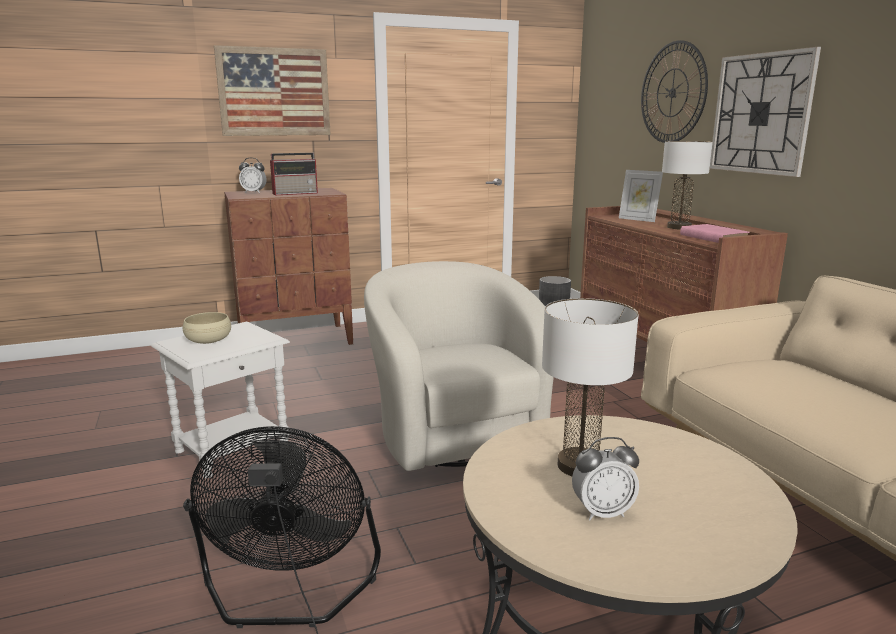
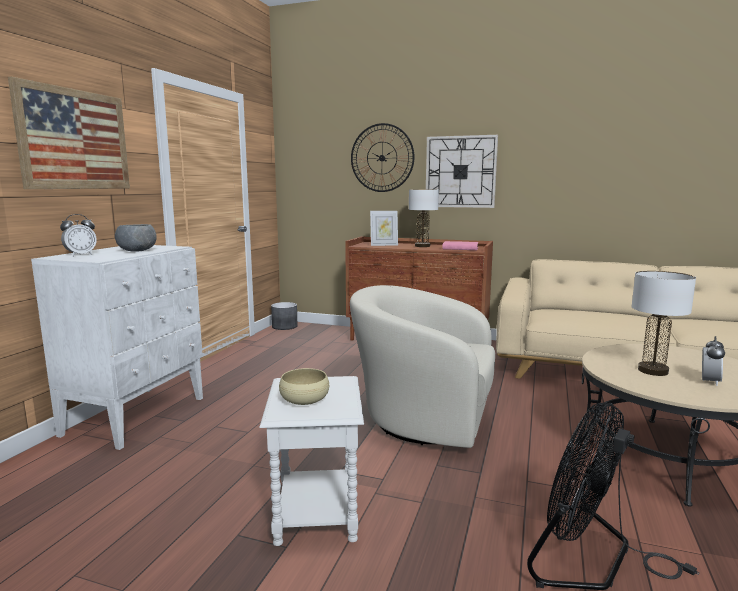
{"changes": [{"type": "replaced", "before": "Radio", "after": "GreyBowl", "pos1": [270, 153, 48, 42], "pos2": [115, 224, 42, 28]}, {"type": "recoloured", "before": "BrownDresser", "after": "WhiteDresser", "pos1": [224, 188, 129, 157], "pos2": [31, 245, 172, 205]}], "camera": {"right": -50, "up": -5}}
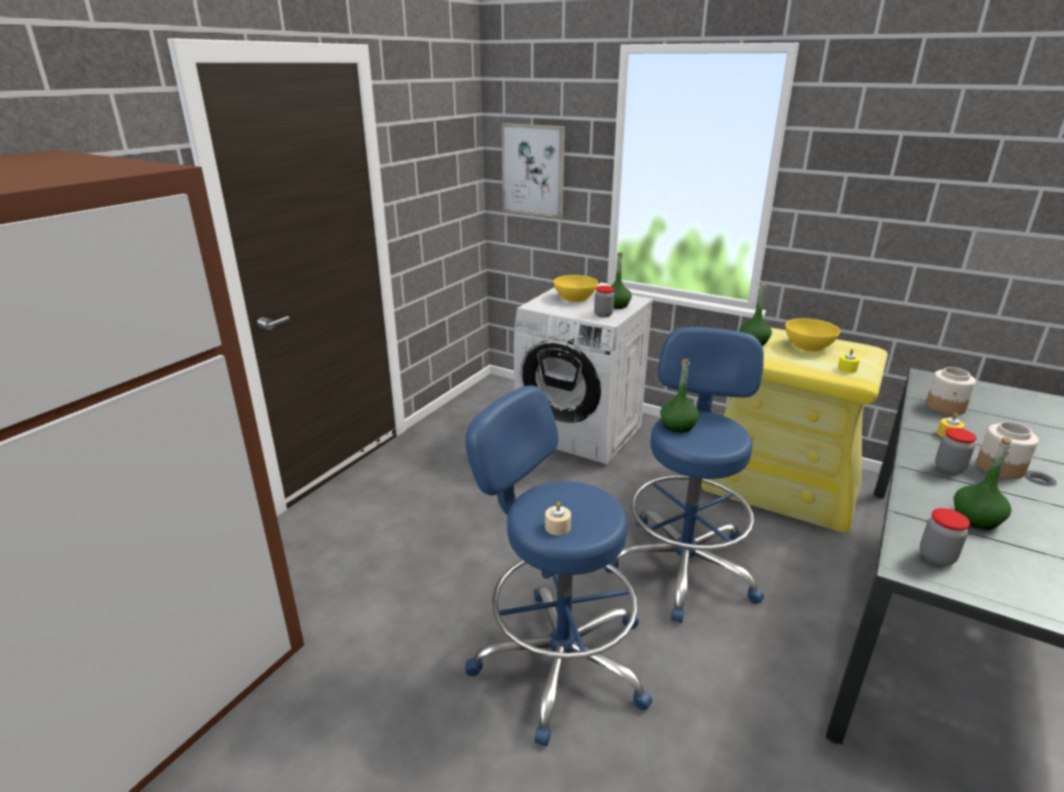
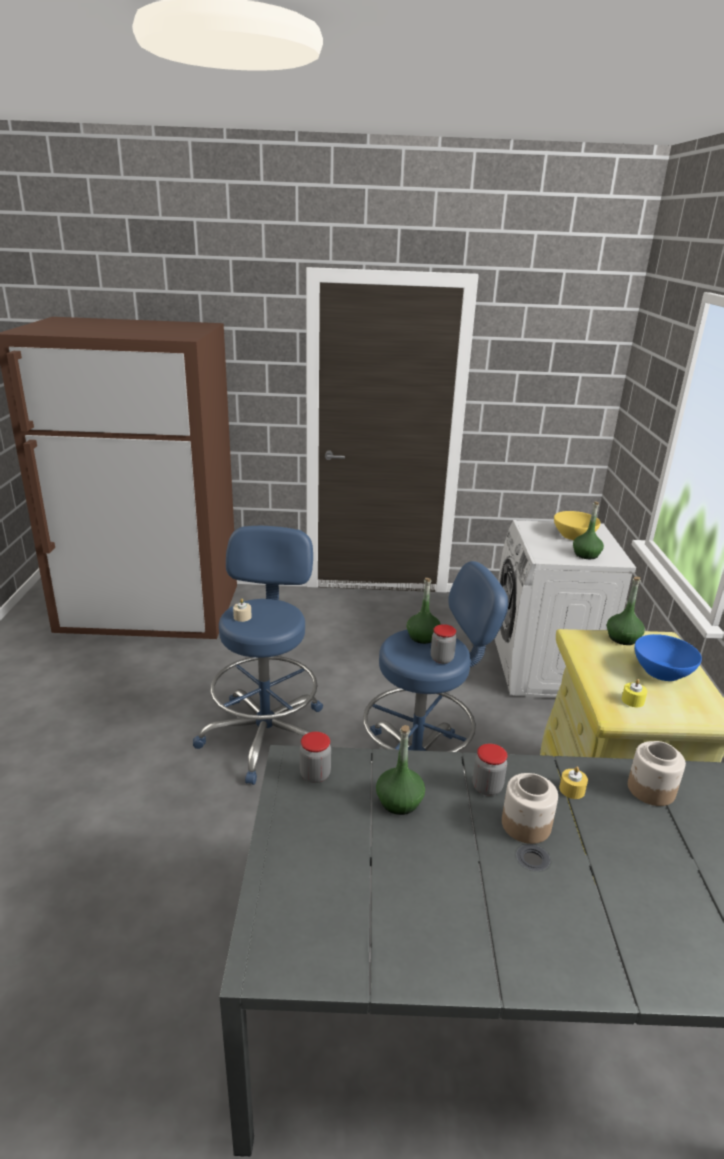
{"changes": [{"type": "removed", "before": "Picture", "pos1": [501, 123, 64, 95]}, {"type": "moved", "before": "Jar", "pos1": [594, 286, 20, 31], "pos2": [431, 624, 25, 40]}, {"type": "recoloured", "before": "YellowBowl", "after": "BlueBowl", "pos1": [785, 318, 55, 33], "pos2": [635, 634, 67, 47]}], "camera": {"right": 60, "up": 0}}
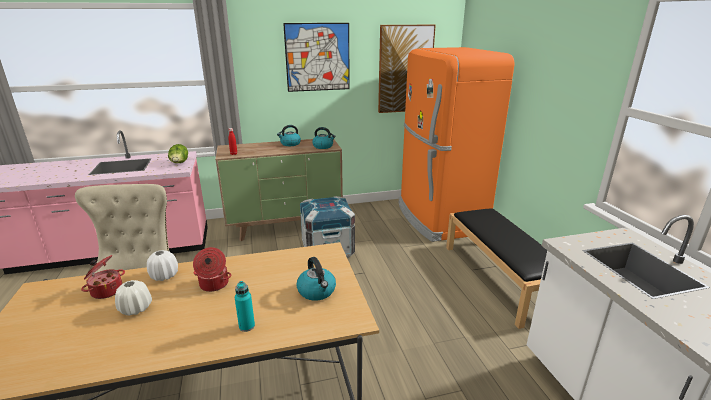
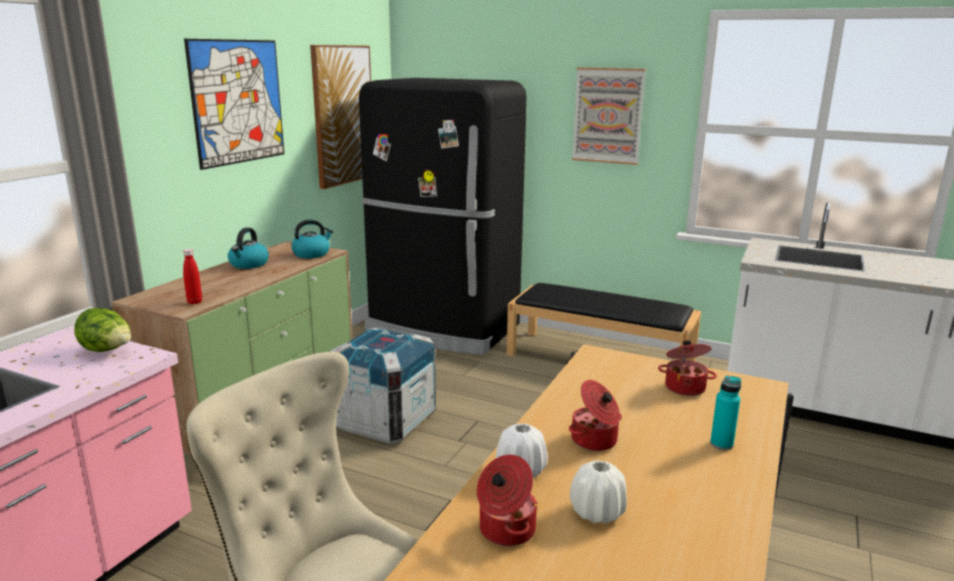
{"changes": [{"type": "added", "after": "Picture", "pos2": [572, 67, 74, 98]}, {"type": "replaced", "before": "Kettle", "after": "CookingPot", "pos1": [297, 257, 39, 44], "pos2": [658, 340, 59, 56]}, {"type": "recoloured", "before": "OrangeFridge", "after": "BlackFridge", "pos1": [399, 47, 115, 195], "pos2": [359, 78, 167, 277]}], "camera": {"right": -50, "up": -5}}
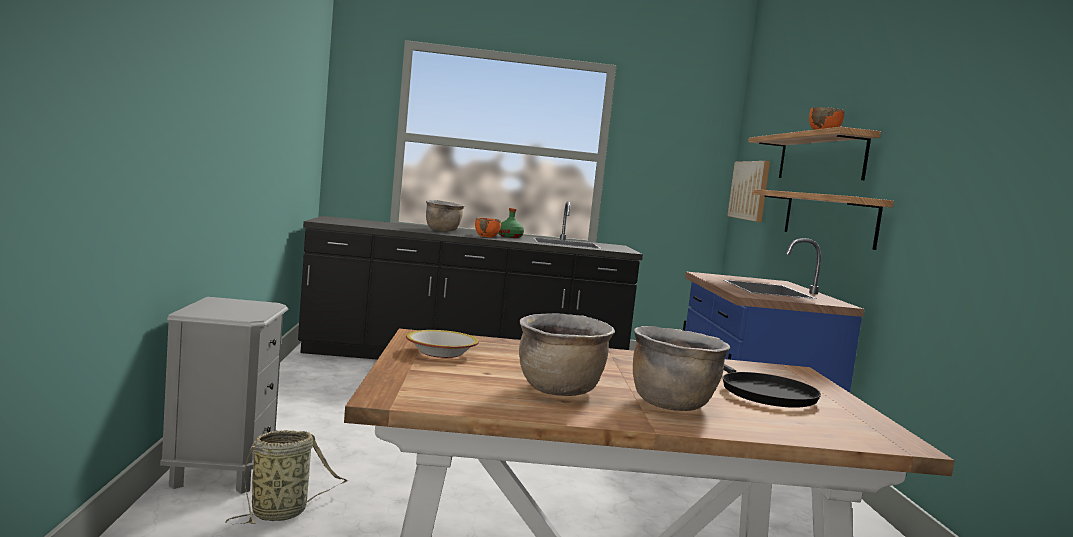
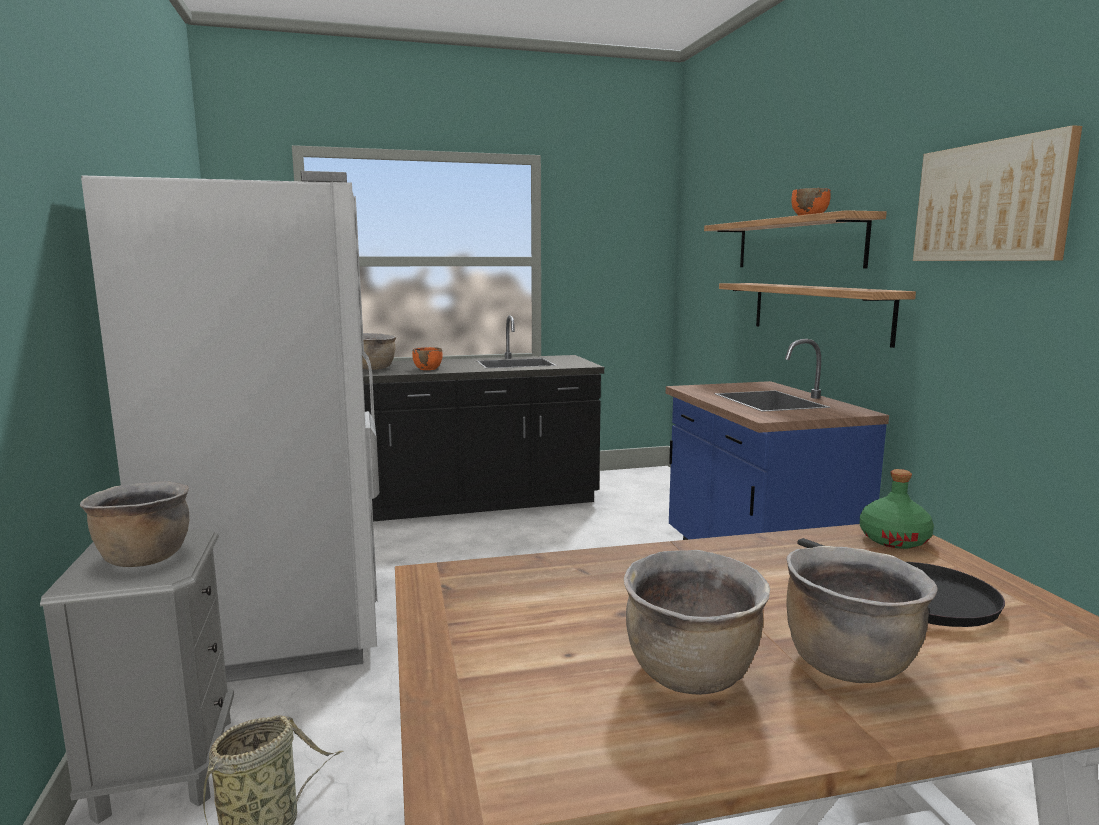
{"changes": [{"type": "removed", "before": "Bowl", "pos1": [406, 330, 73, 28]}, {"type": "added", "after": "BrownCookingPot", "pos2": [80, 481, 109, 86]}, {"type": "added", "after": "WhiteFridge", "pos2": [81, 171, 298, 512]}, {"type": "moved", "before": "GreenBottle", "pos1": [498, 208, 26, 30], "pos2": [860, 469, 74, 80]}, {"type": "moved", "before": "Picture", "pos1": [727, 161, 43, 61], "pos2": [913, 125, 169, 136]}], "camera": {"right": -10, "up": 5}}
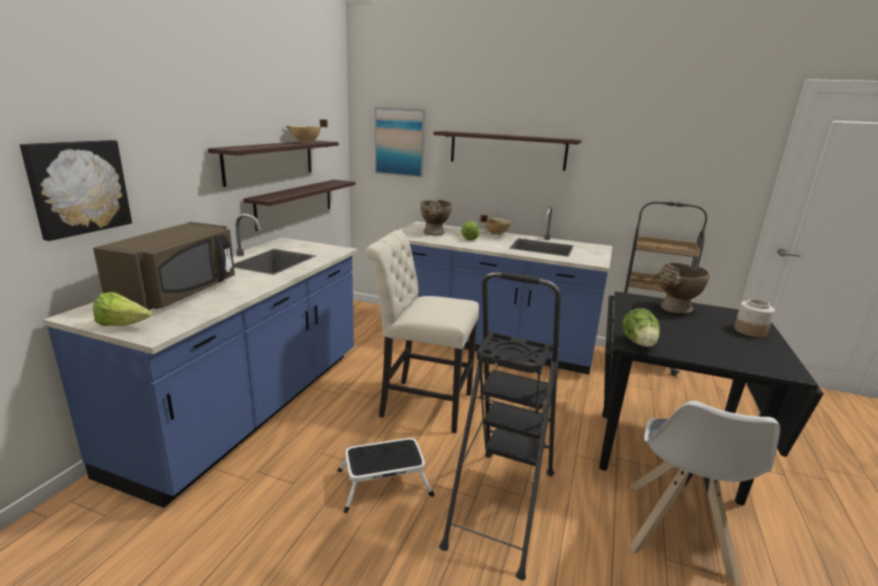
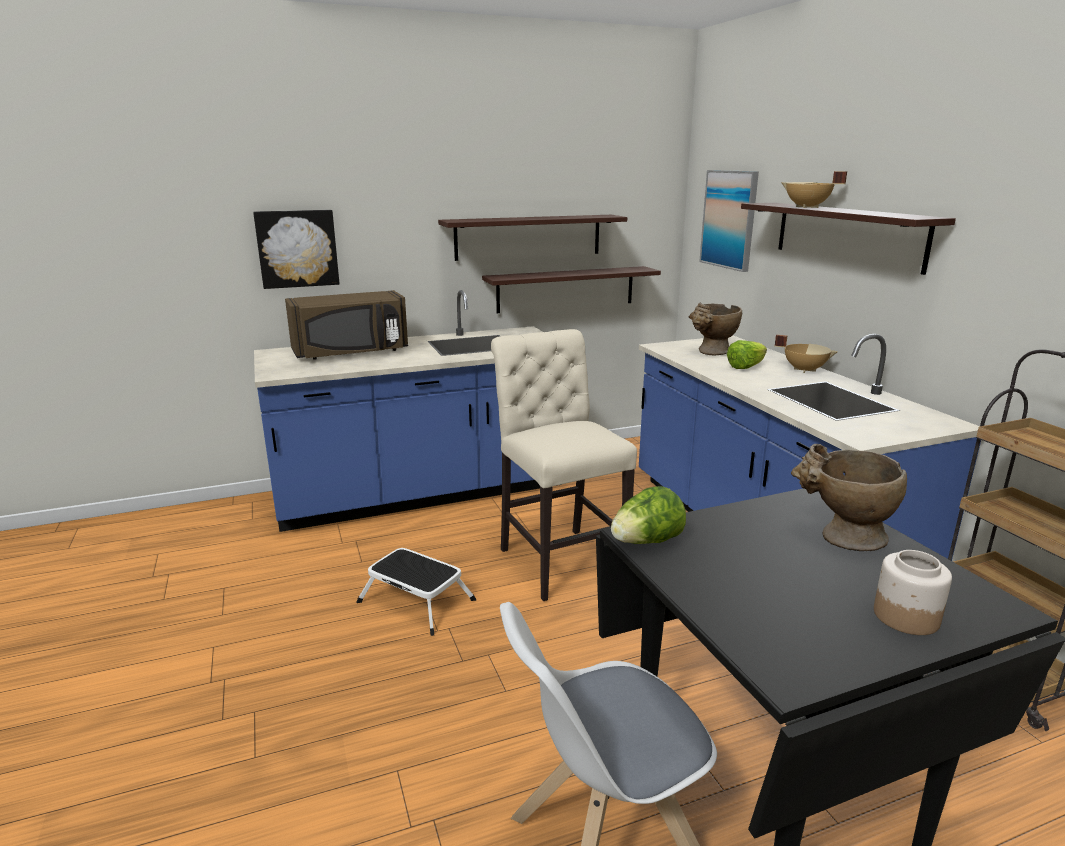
{"changes": [{"type": "removed", "before": "Lettuce", "pos1": [93, 292, 59, 34]}, {"type": "removed", "before": "StepLadder", "pos1": [439, 271, 122, 309]}, {"type": "moved", "before": "BeigeCookingPot", "pos1": [286, 119, 42, 24], "pos2": [781, 171, 66, 37]}], "camera": {"right": 50, "up": 0}}
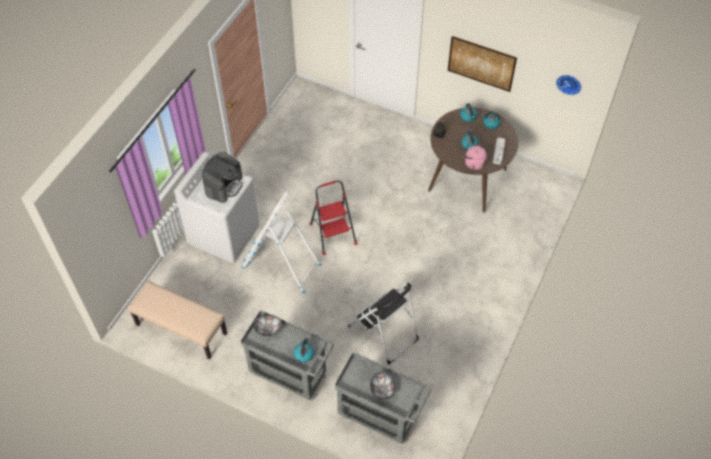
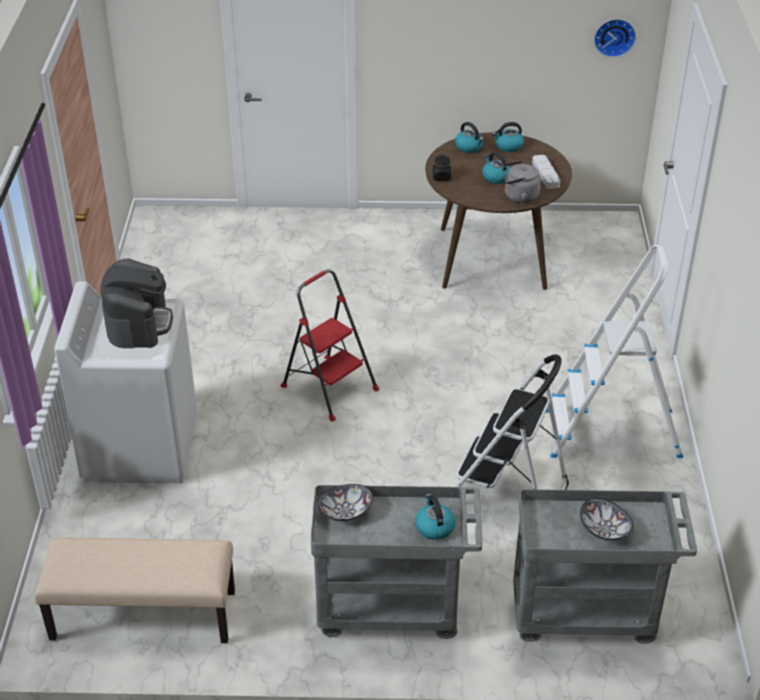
{"changes": [{"type": "removed", "before": "Picture", "pos1": [448, 36, 69, 56]}, {"type": "moved", "before": "WhiteStepLadder", "pos1": [242, 190, 79, 103], "pos2": [546, 245, 137, 213]}, {"type": "recoloured", "before": "PinkKettle", "after": "GreyKettle", "pos1": [463, 143, 24, 27], "pos2": [502, 161, 39, 42]}], "camera": {"right": -25, "up": -15}}
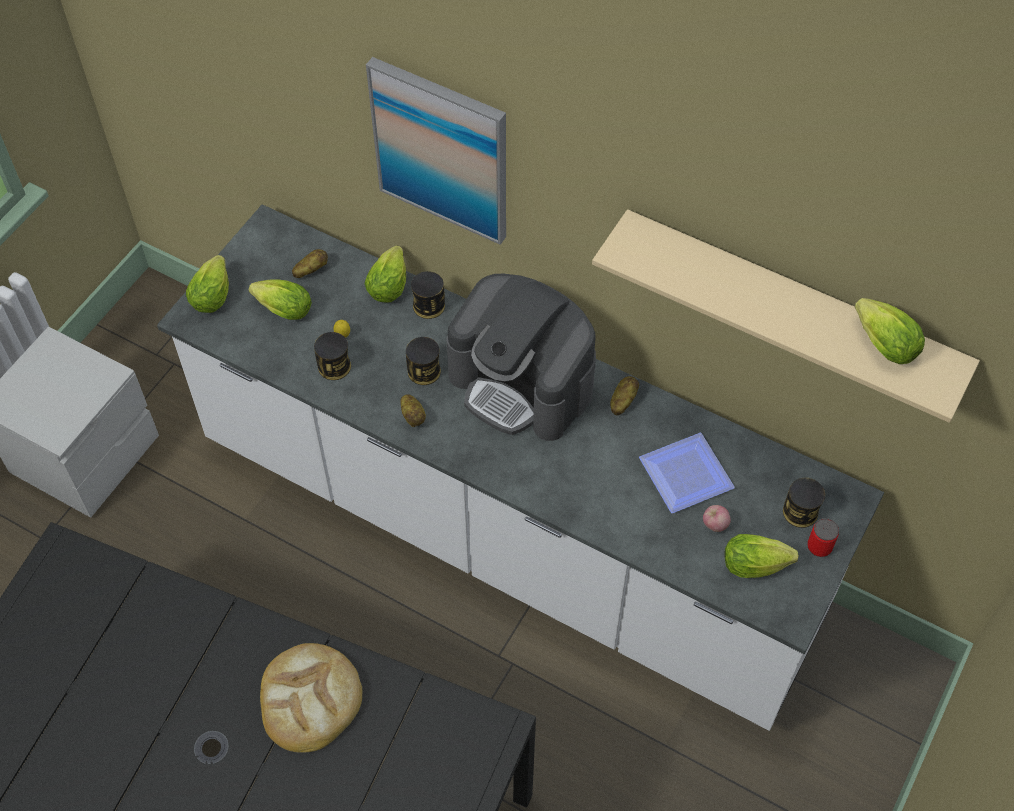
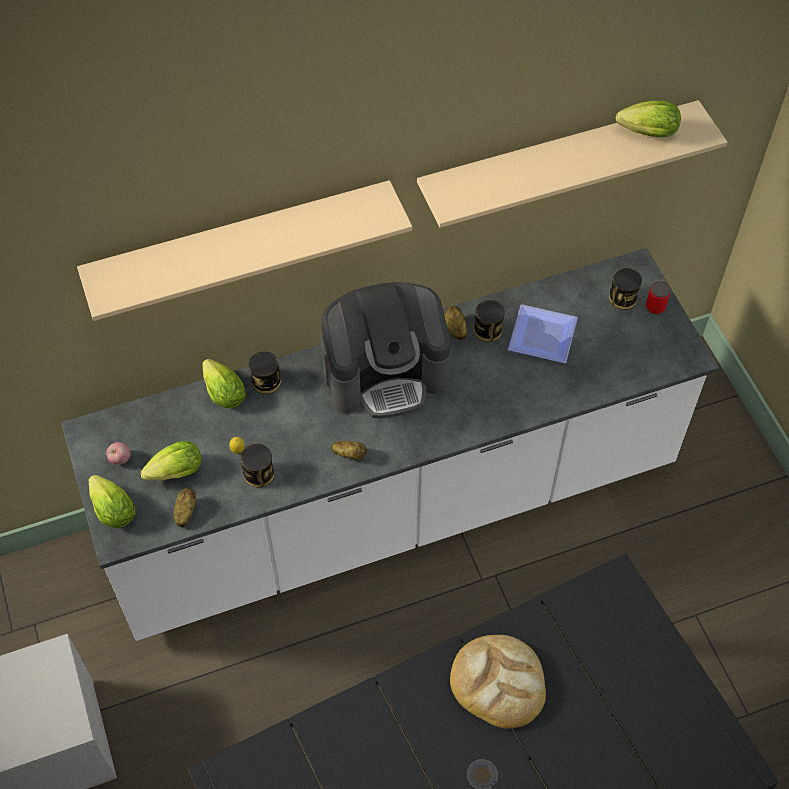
{"changes": [{"type": "removed", "before": "Lettuce", "pos1": [724, 534, 75, 44]}, {"type": "moved", "before": "Potato", "pos1": [292, 249, 36, 29], "pos2": [174, 488, 22, 39]}, {"type": "moved", "before": "Can", "pos1": [406, 337, 35, 48], "pos2": [474, 300, 31, 42]}, {"type": "moved", "before": "Apple", "pos1": [703, 505, 28, 27], "pos2": [106, 442, 25, 23]}, {"type": "replaced", "before": "Picture", "after": "BeigeShelf", "pos1": [366, 57, 140, 188], "pos2": [77, 180, 335, 141]}], "camera": {"right": -50, "up": 0}}
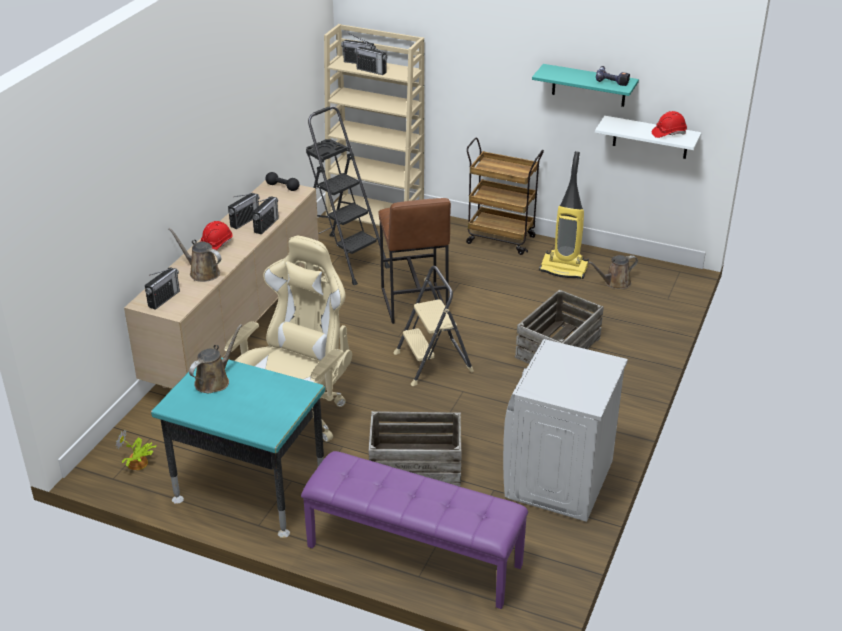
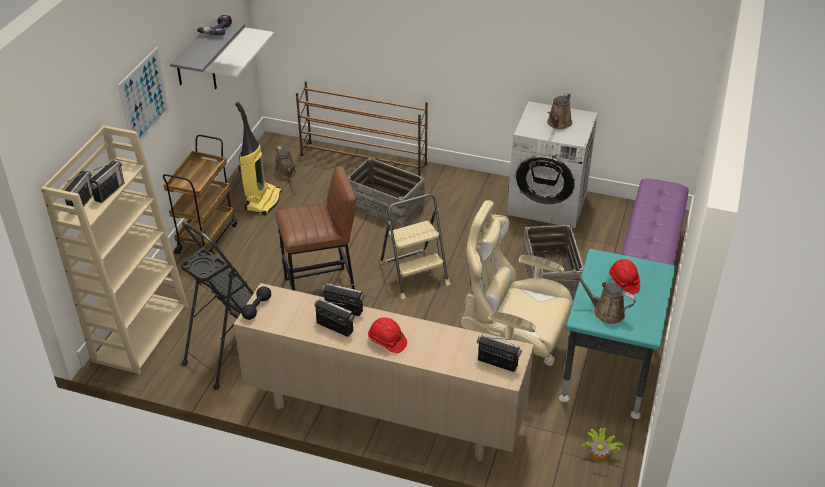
{"changes": [{"type": "added", "after": "Picture", "pos2": [118, 47, 51, 98]}, {"type": "added", "after": "BrownShoeRack", "pos2": [296, 81, 132, 95]}, {"type": "moved", "before": "BrownWateringCan", "pos1": [169, 228, 52, 54], "pos2": [547, 93, 25, 36]}, {"type": "moved", "before": "RedHardHat", "pos1": [652, 111, 35, 27], "pos2": [609, 259, 31, 36]}, {"type": "recoloured", "before": "TurquoiseShelf", "after": "GreyShelf", "pos1": [532, 64, 107, 43], "pos2": [170, 19, 75, 66]}], "camera": {"right": -95, "up": 5}}
